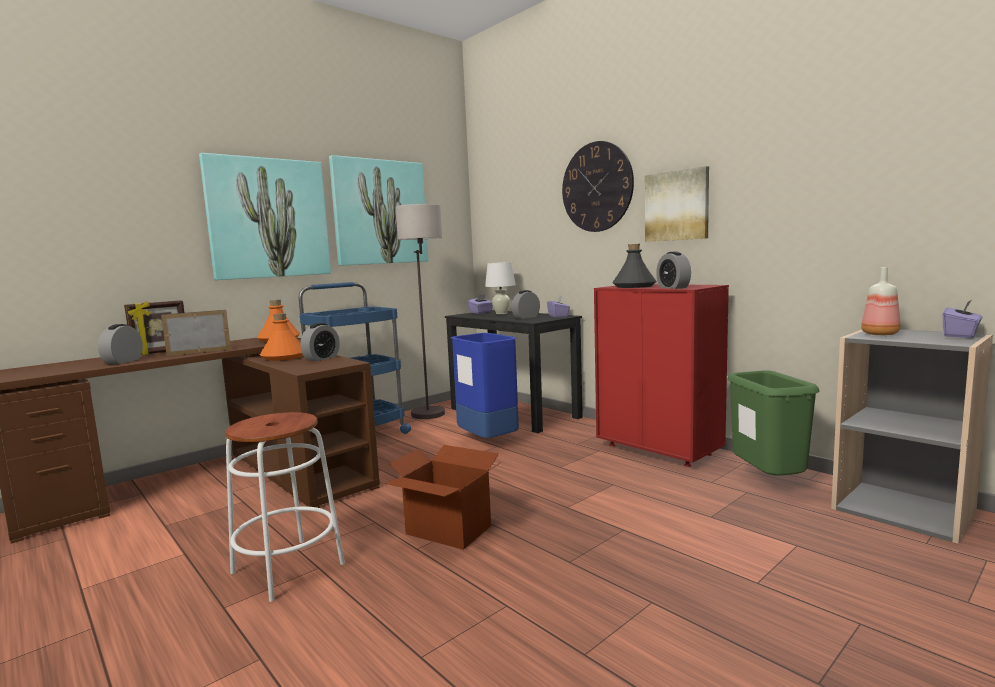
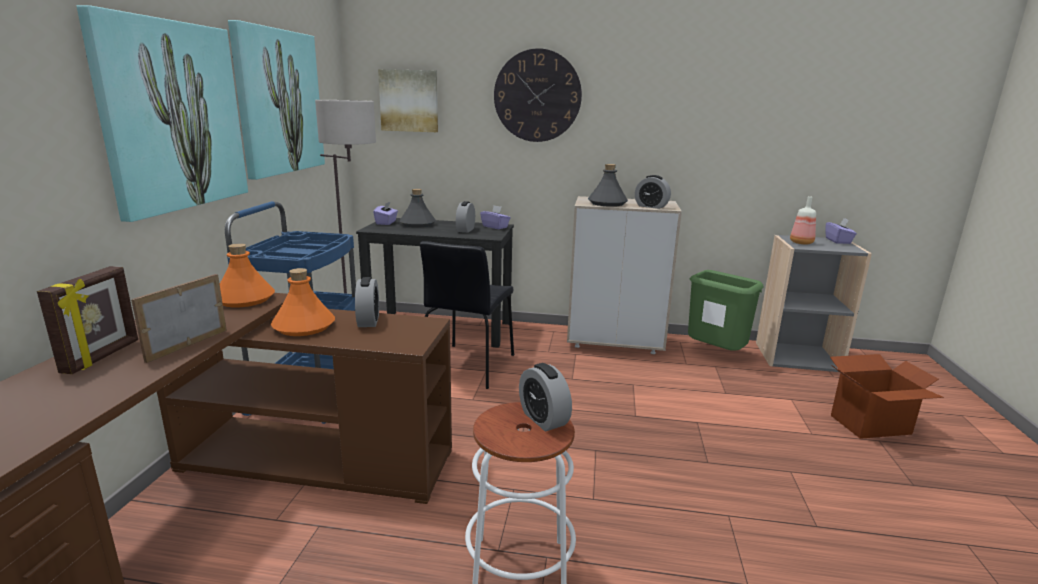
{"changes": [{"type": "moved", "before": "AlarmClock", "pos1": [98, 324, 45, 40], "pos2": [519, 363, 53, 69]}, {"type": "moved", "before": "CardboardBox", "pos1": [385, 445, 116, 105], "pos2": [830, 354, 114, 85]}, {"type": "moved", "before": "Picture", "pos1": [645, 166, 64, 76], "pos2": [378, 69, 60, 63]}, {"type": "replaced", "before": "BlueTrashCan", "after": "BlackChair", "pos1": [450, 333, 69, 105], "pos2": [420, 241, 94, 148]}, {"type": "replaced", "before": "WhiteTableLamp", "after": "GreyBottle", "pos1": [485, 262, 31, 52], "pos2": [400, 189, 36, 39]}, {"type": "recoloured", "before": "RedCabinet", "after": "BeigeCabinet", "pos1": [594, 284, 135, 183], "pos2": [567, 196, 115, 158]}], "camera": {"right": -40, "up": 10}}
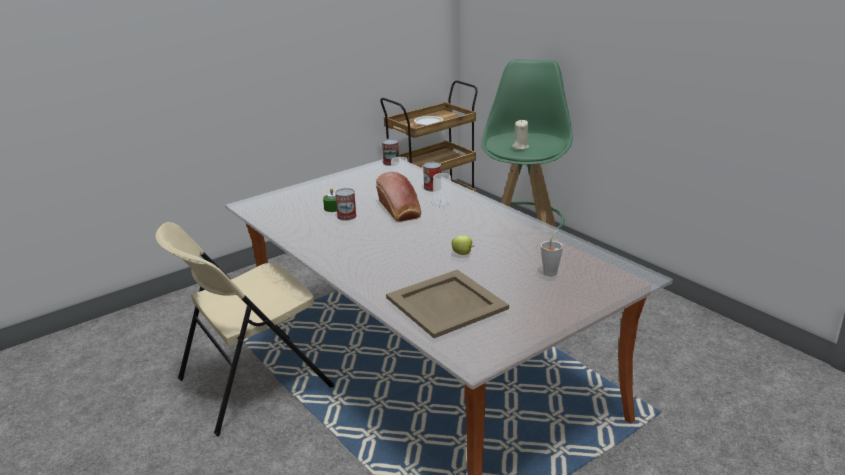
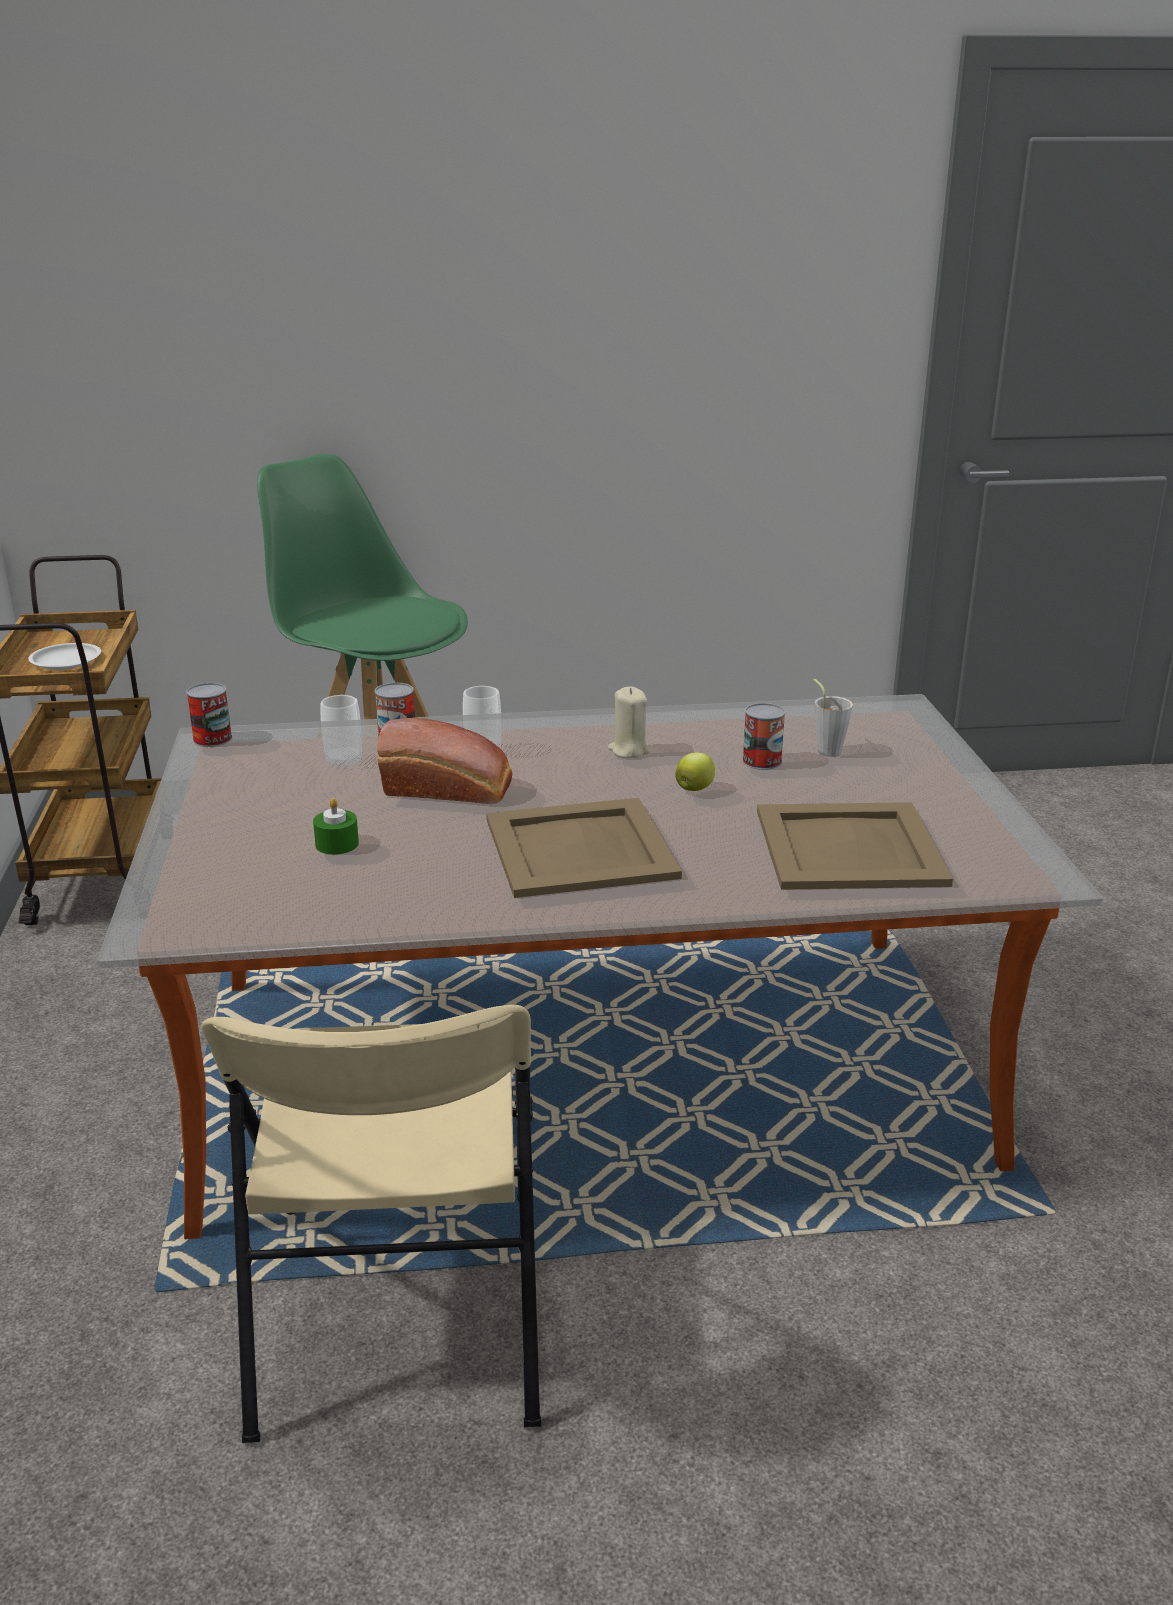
{"changes": [{"type": "added", "after": "BeigeTray", "pos2": [486, 798, 196, 100]}, {"type": "moved", "before": "Can", "pos1": [335, 188, 22, 33], "pos2": [742, 703, 43, 67]}, {"type": "moved", "before": "BeigeCandle", "pos1": [512, 120, 17, 30], "pos2": [608, 687, 42, 71]}], "camera": {"right": -60, "up": 0}}
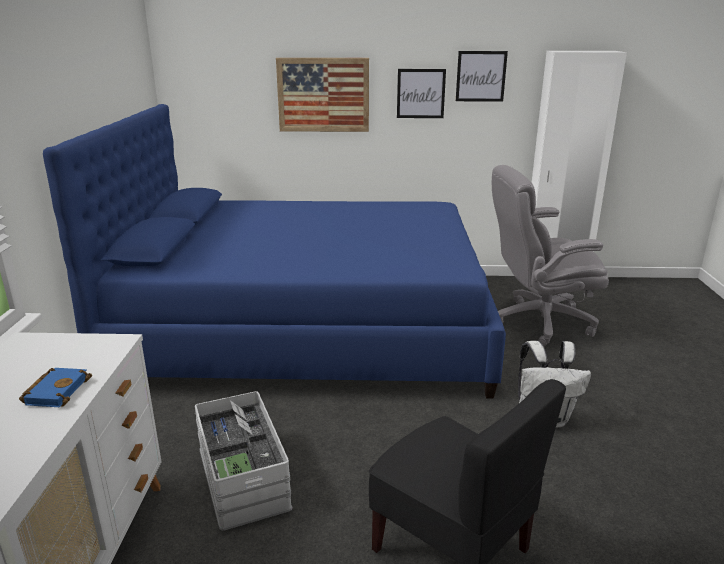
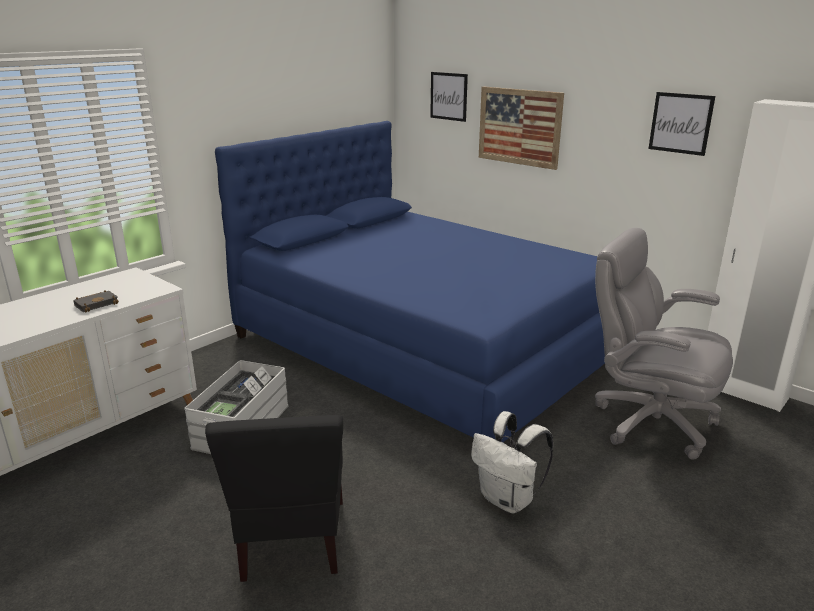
{"changes": [{"type": "moved", "before": "Picture", "pos1": [397, 69, 49, 49], "pos2": [430, 72, 38, 50]}, {"type": "recoloured", "before": "BlueBook", "after": "BlackBook", "pos1": [19, 368, 73, 39], "pos2": [73, 290, 45, 22]}], "camera": {"right": 40, "up": 0}}
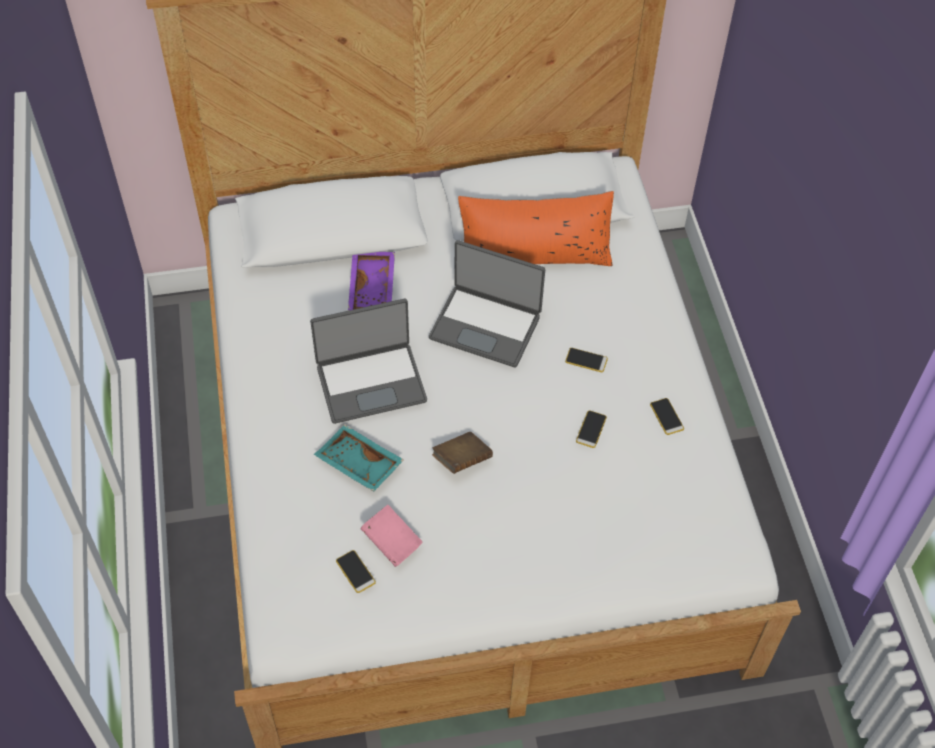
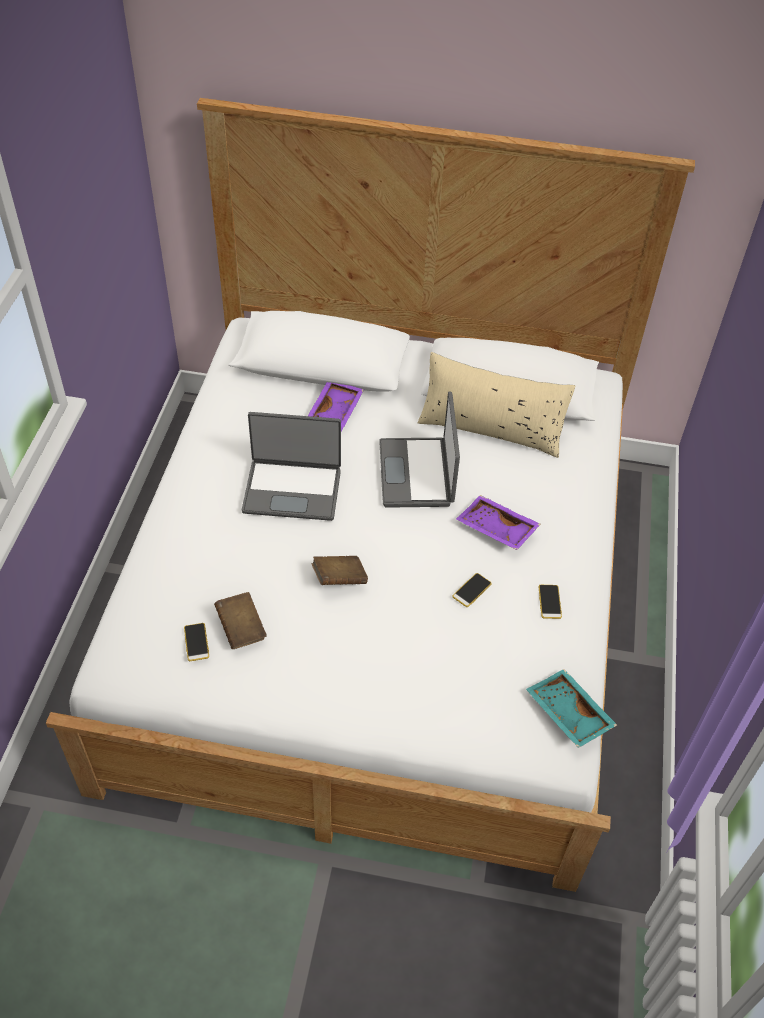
{"changes": [{"type": "moved", "before": "TurquoiseTray", "pos1": [314, 425, 90, 67], "pos2": [526, 669, 91, 79]}, {"type": "replaced", "before": "Phone", "after": "PurpleTray", "pos1": [565, 348, 43, 24], "pos2": [456, 495, 85, 55]}, {"type": "recoloured", "before": "PinkBook", "after": "BrownBook", "pos1": [360, 505, 63, 62], "pos2": [214, 592, 53, 57]}, {"type": "recoloured", "before": "OrangePillow", "after": "BeigePillow", "pos1": [458, 191, 156, 75], "pos2": [417, 352, 158, 106]}, {"type": "turned", "before": "Laptop", "pos1": [429, 240, 116, 127], "pos2": [379, 392, 81, 116], "turn": 45}], "camera": {"right": 20, "up": -5}}
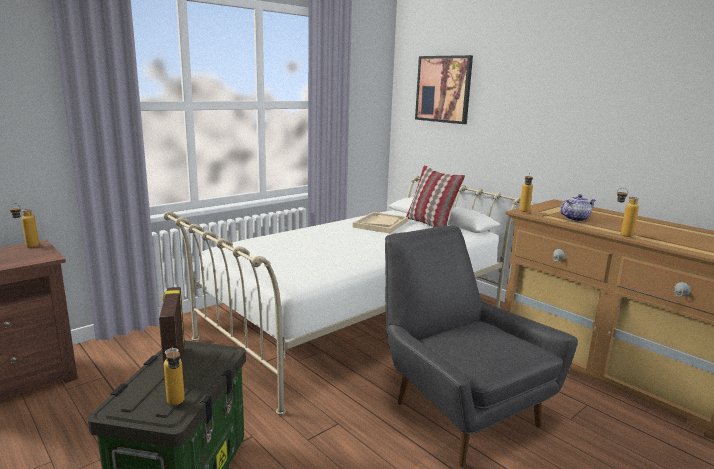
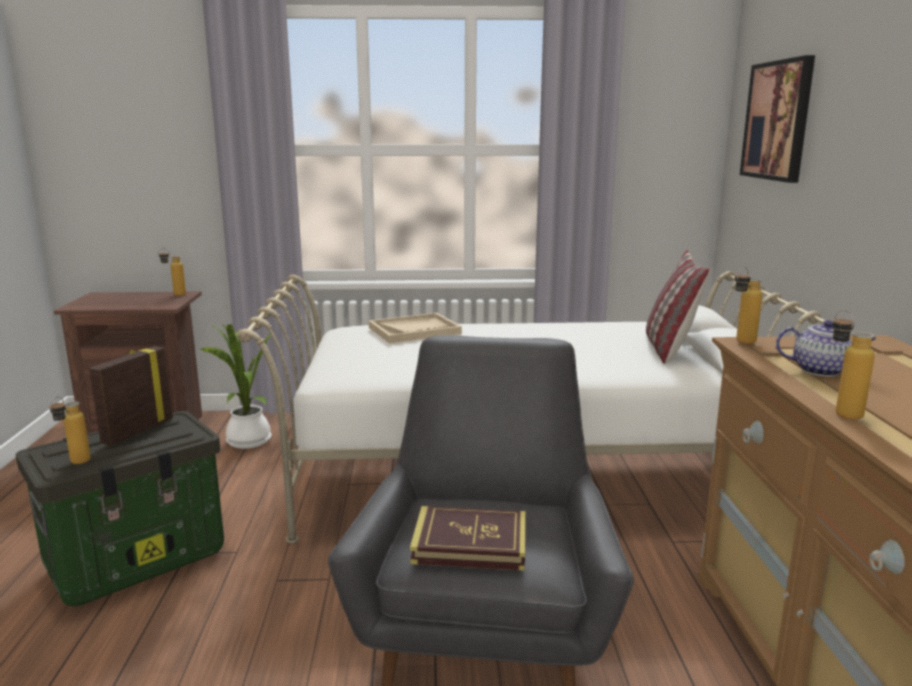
{"changes": [{"type": "added", "after": "PottedPlant", "pos2": [200, 323, 72, 126]}, {"type": "added", "after": "Book", "pos2": [410, 506, 116, 65]}, {"type": "moved", "before": "BeigeTray", "pos1": [353, 212, 55, 21], "pos2": [369, 313, 93, 30]}], "camera": {"right": 40, "up": 0}}
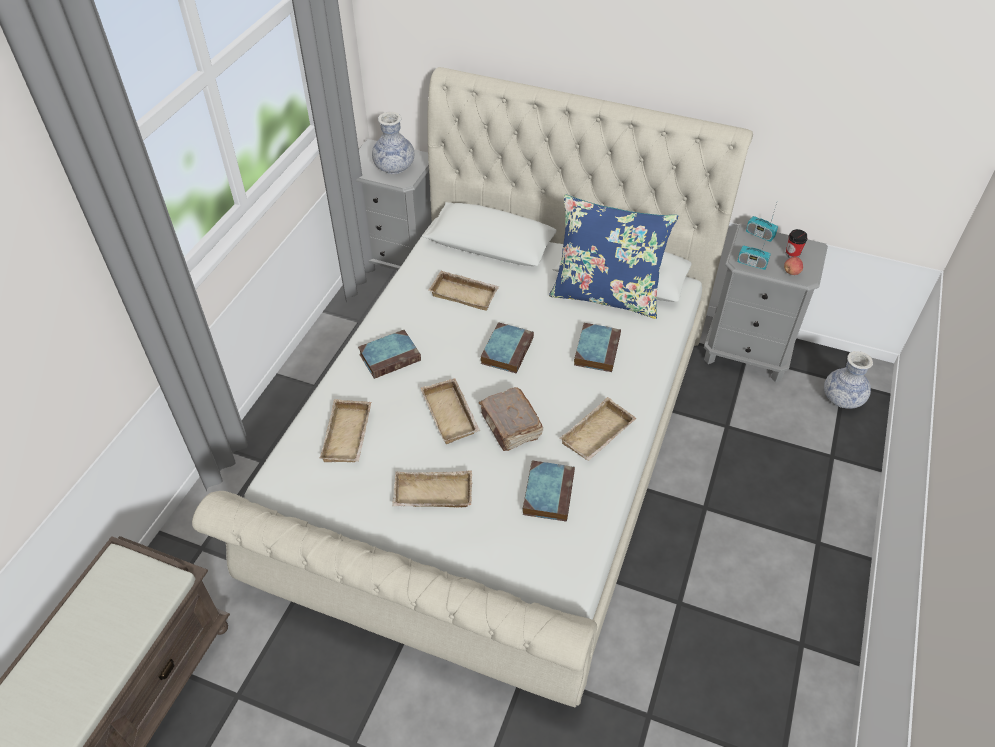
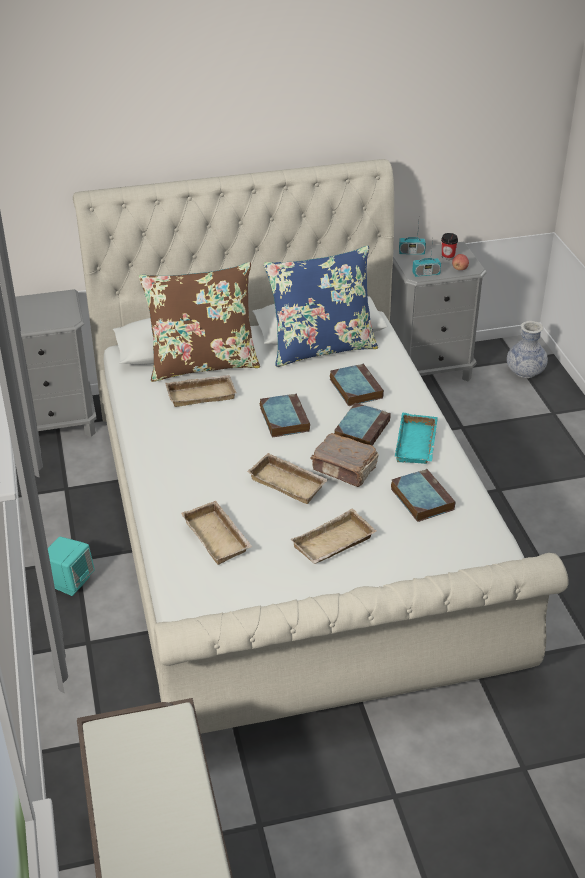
{"changes": [{"type": "removed", "before": "Vase", "pos1": [372, 112, 42, 62]}, {"type": "added", "after": "TurquoiseSpeaker", "pos2": [48, 537, 47, 59]}, {"type": "added", "after": "BrownPillow", "pos2": [139, 262, 121, 120]}, {"type": "moved", "before": "Book", "pos1": [358, 330, 63, 49], "pos2": [334, 403, 57, 43]}, {"type": "recoloured", "before": "BeigeTray", "after": "TurquoiseTray", "pos1": [560, 397, 76, 64], "pos2": [395, 413, 43, 51]}], "camera": {"right": -35, "up": -10}}
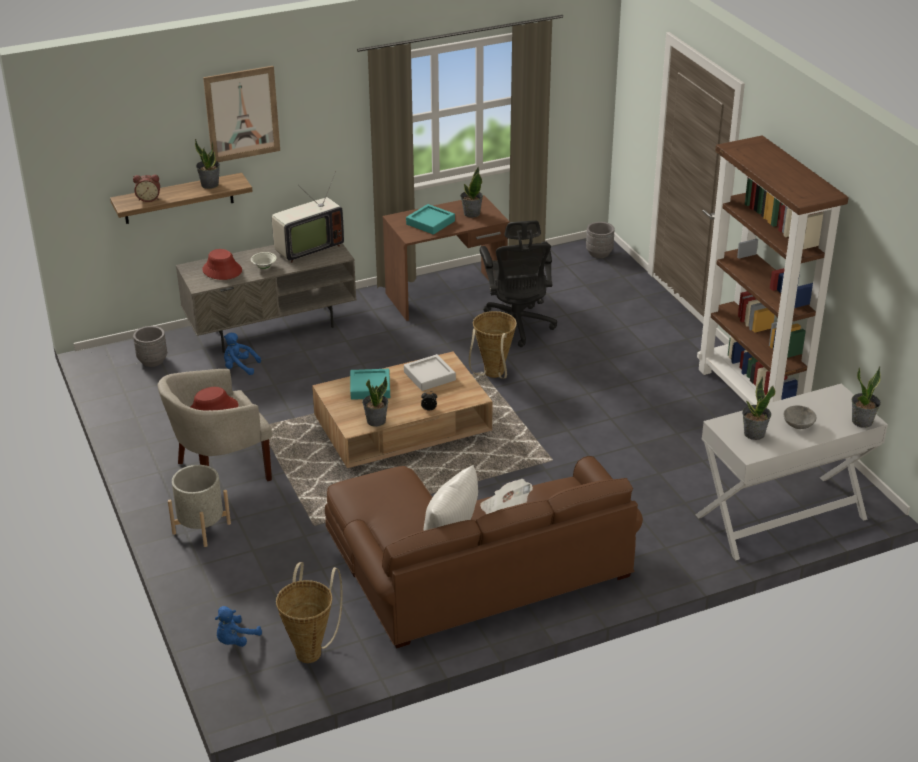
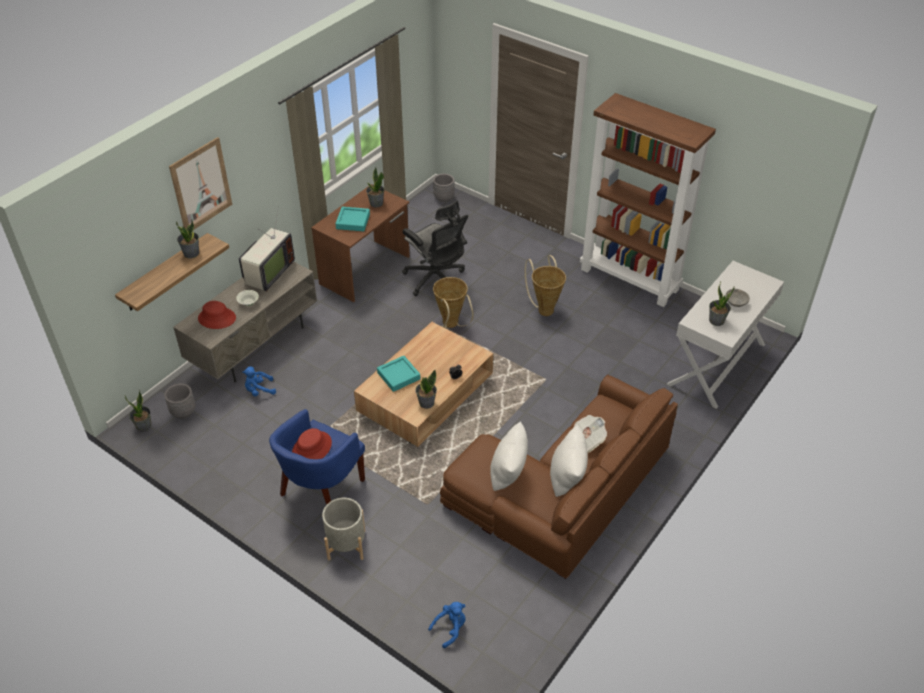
{"changes": [{"type": "removed", "before": "AlarmClock", "pos1": [133, 175, 27, 27]}, {"type": "removed", "before": "GreyTray", "pos1": [404, 354, 52, 37]}, {"type": "added", "after": "WhitePillow", "pos2": [490, 421, 38, 70]}, {"type": "moved", "before": "Basket", "pos1": [276, 562, 67, 101], "pos2": [525, 255, 41, 61]}, {"type": "moved", "before": "PottedPlant", "pos1": [852, 366, 29, 62], "pos2": [125, 390, 26, 42]}, {"type": "recoloured", "before": "BeigeArmchair", "after": "BlueArmchair", "pos1": [158, 369, 114, 112], "pos2": [269, 409, 96, 96]}, {"type": "turned", "before": "BluePlushToy", "pos1": [215, 606, 47, 41], "pos2": [428, 602, 38, 46], "turn": -135}], "camera": {"right": -30, "up": 10}}
